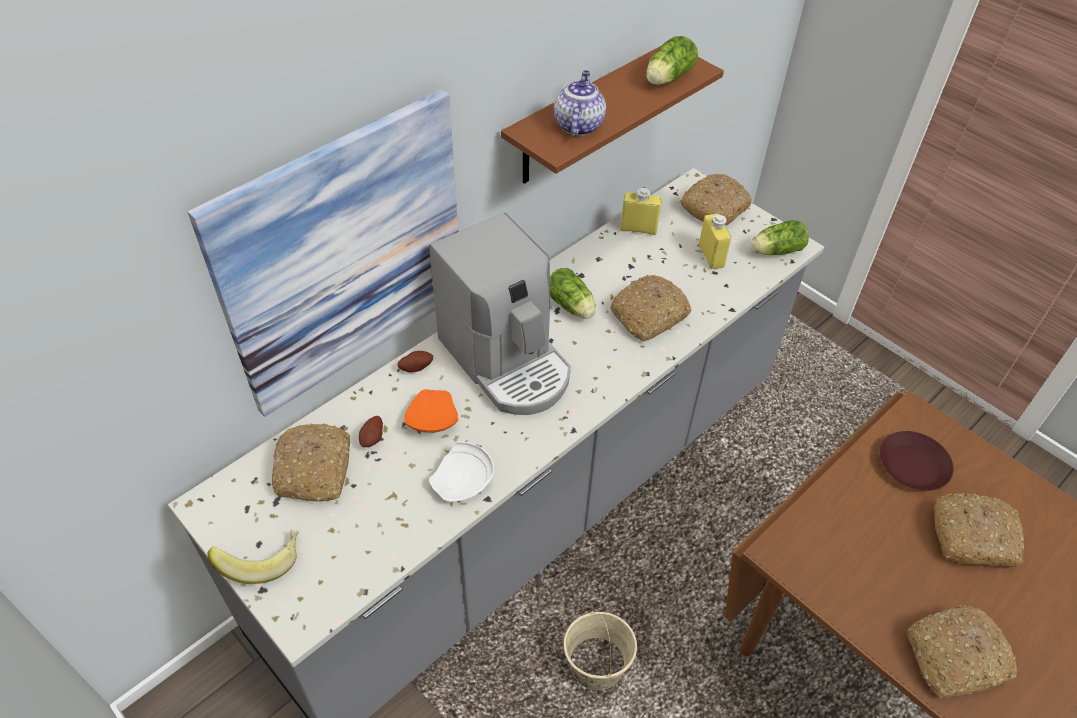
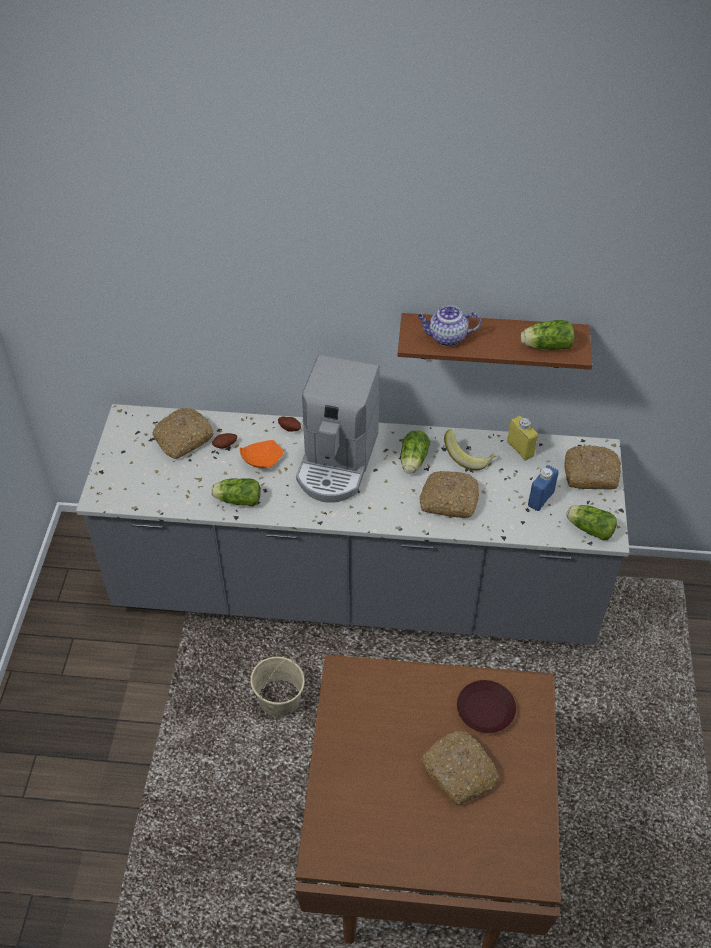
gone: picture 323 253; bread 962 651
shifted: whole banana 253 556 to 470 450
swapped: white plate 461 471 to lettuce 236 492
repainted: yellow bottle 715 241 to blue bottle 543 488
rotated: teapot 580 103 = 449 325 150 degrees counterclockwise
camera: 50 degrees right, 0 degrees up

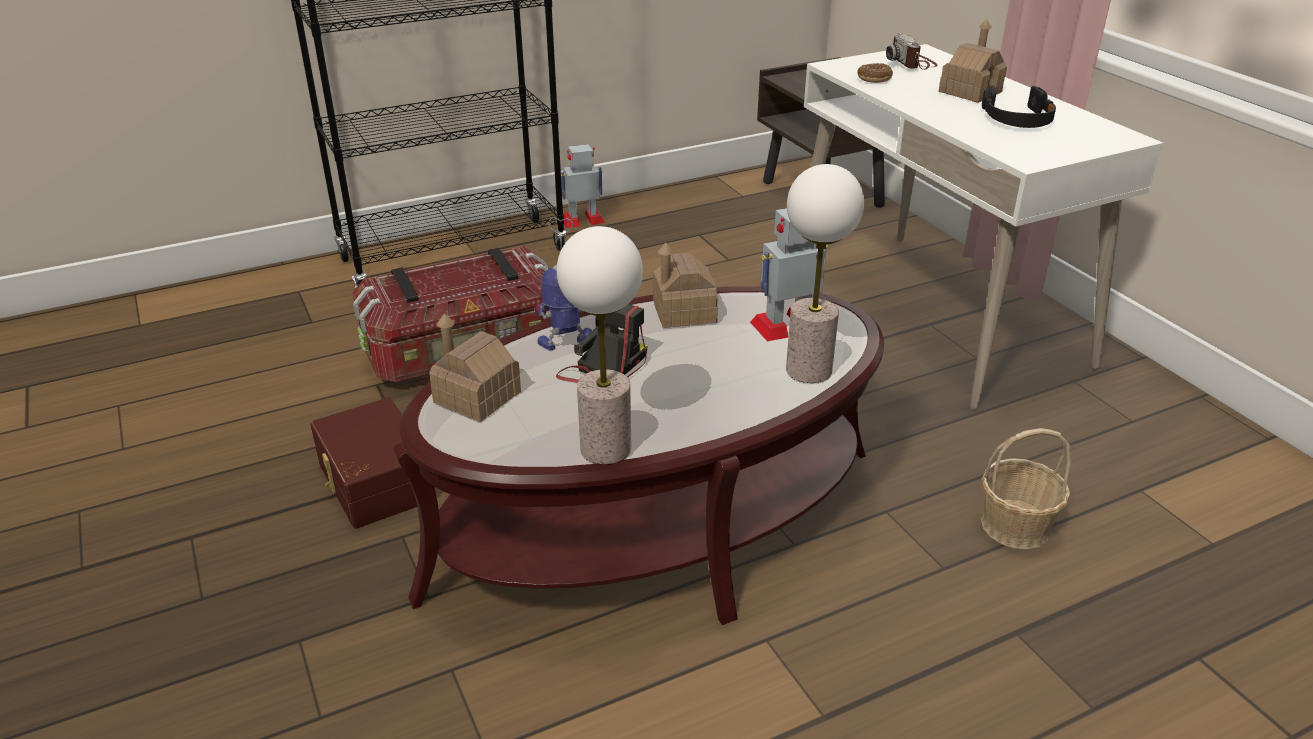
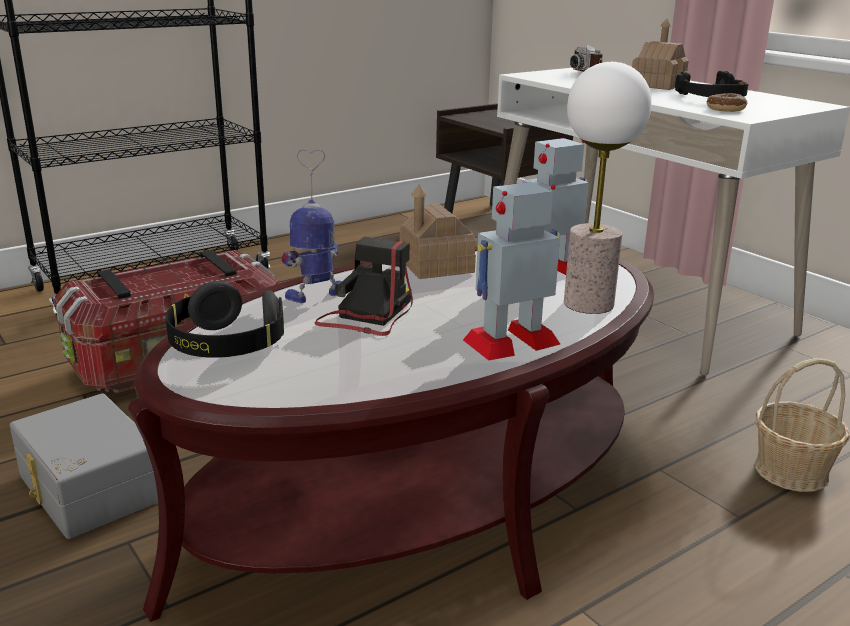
gone: tabletop lamp 600 345
shifted: model robot 583 186 to 511 271; ring doughnut 875 73 to 726 102
swapped: model house 475 367 to blackish headset 225 319
repainted: brown storage box 373 463 to gray storage box 84 466
camera: 10 degrees left, 10 degrees down

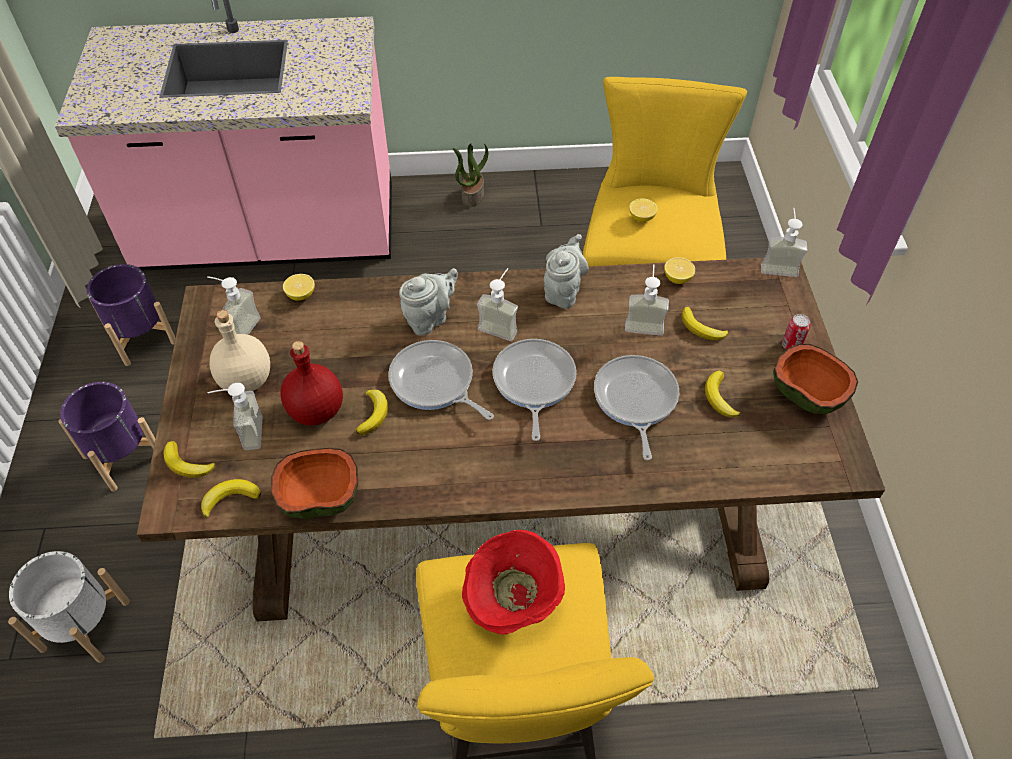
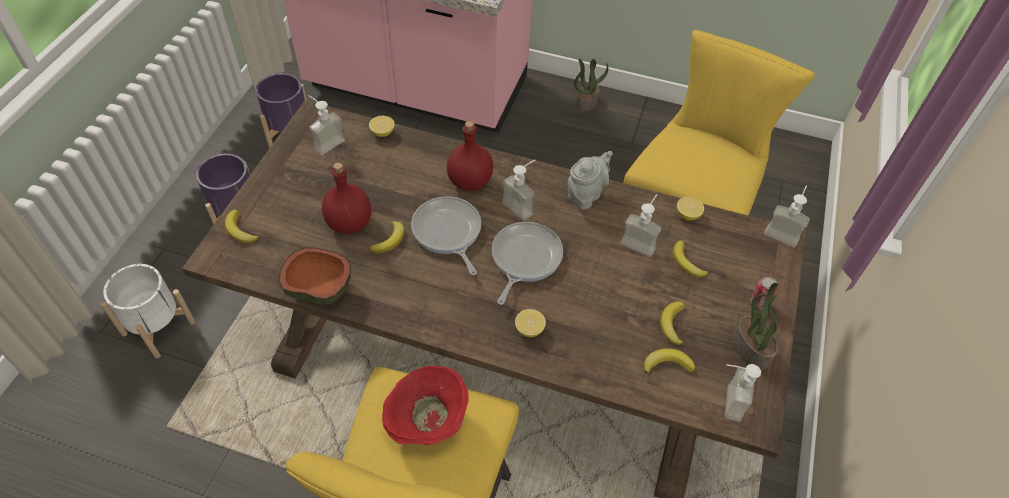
gone: beige-coloured bottle 239 350; skillet 636 407
shifted: whole banana 231 499 to 669 361; soap bottle 235 416 to 743 393; citrus fruit 643 210 to 530 323
swapped: gray teapot 428 302 to reddish bottle 470 156; bowl 815 379 to houseplant 755 326
camera: 20 degrees right, 0 degrees up

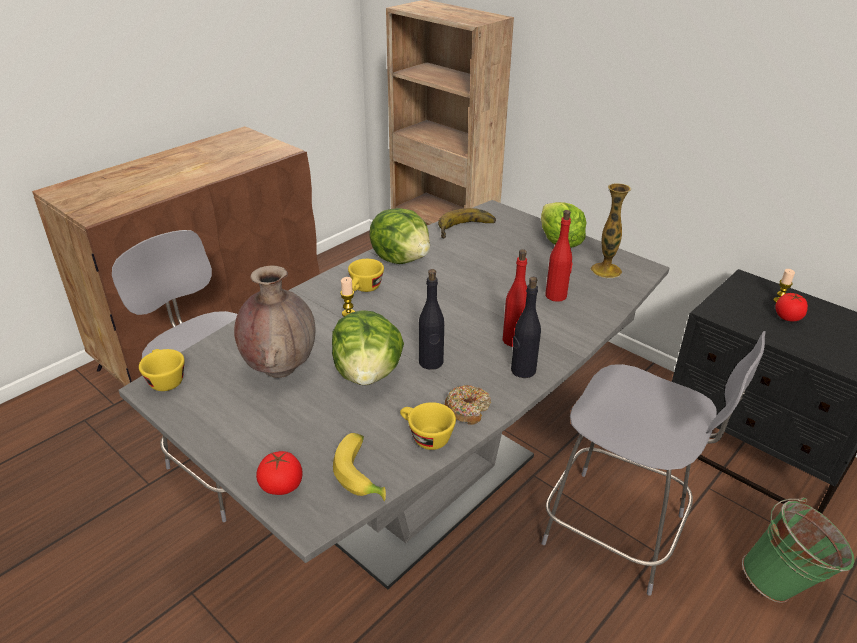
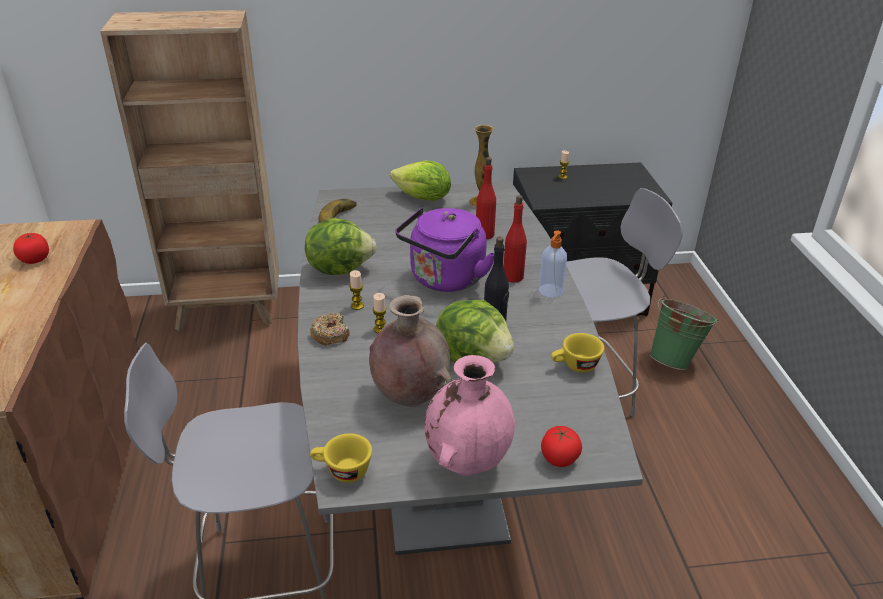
gone: whole banana 359 467
new: purplish kettle 445 249; pink decorative vase 470 415
shifted: ring doughnut 467 405 to 330 329; fresh tomato 791 307 to 31 248
swapped: yellow small cup 366 275 to wax light 356 290; blackish bottle 526 327 to soap bottle 553 264
camera: 50 degrees left, 0 degrees up

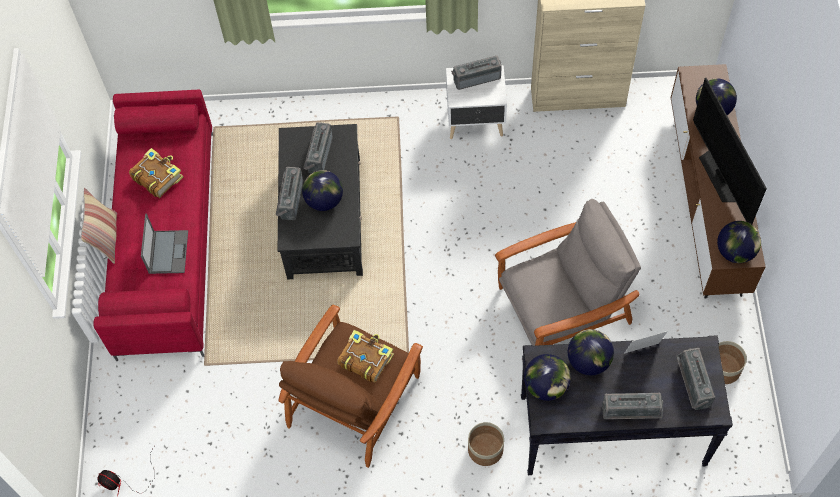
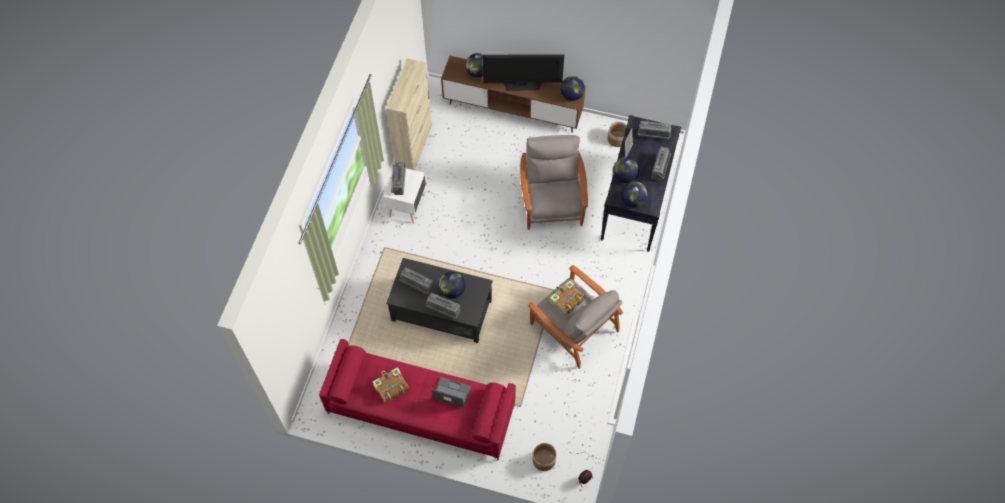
gone: pillow 99 226
shifted: plant pot 486 444 to 545 457
repainted: brown lounge chair 350 386 to gray lounge chair 575 317
camera: 75 degrees left, 0 degrees up

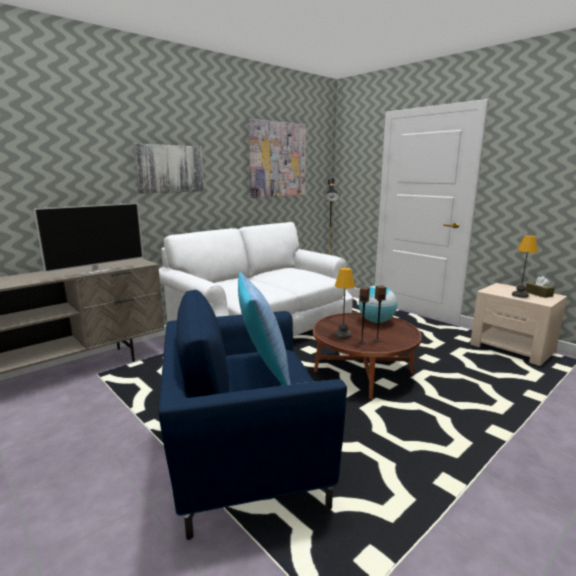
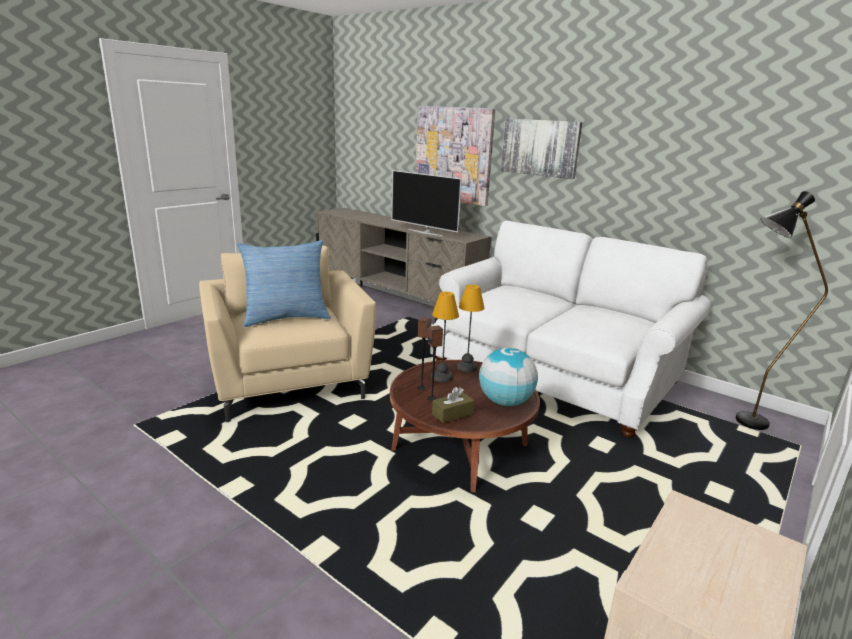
shifted: picture 277 158 to 455 156; tabletop lamp 525 266 to 470 329; brown tissue box 540 287 to 453 405
repainted: blue lounge chair 253 415 to beige-coloured lounge chair 287 333
camera: 80 degrees right, 5 degrees up

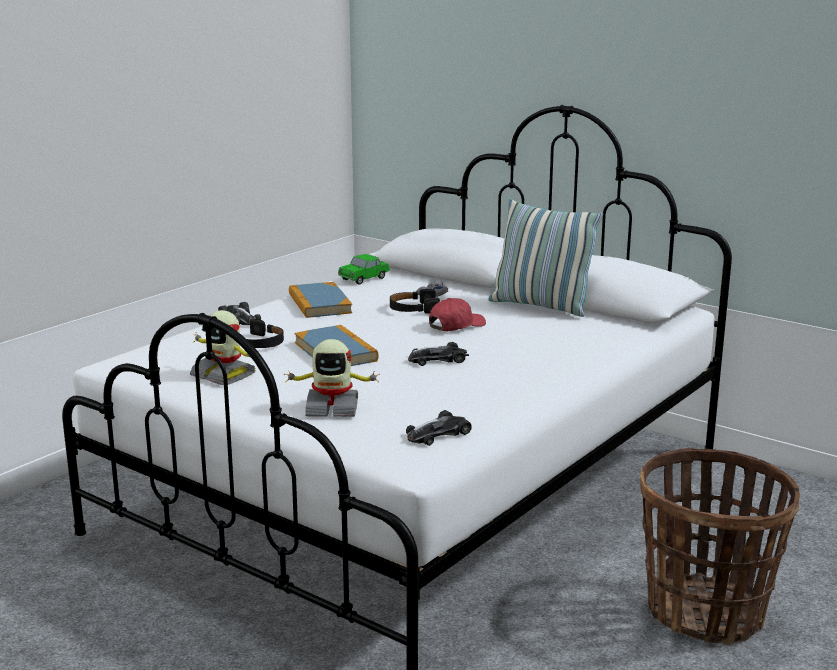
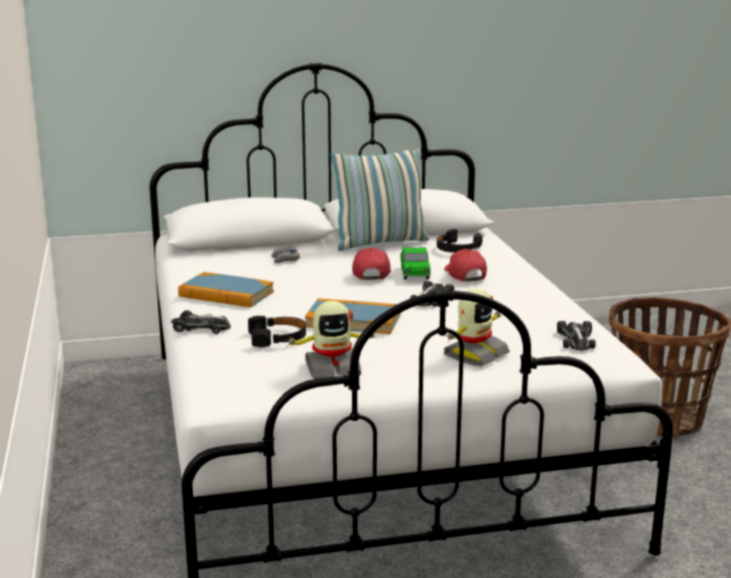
new: reddish peaked cap 465 265
shifted: model car 364 269 to 415 264; blackish headset 415 301 to 460 241
camera: 50 degrees left, 0 degrees up

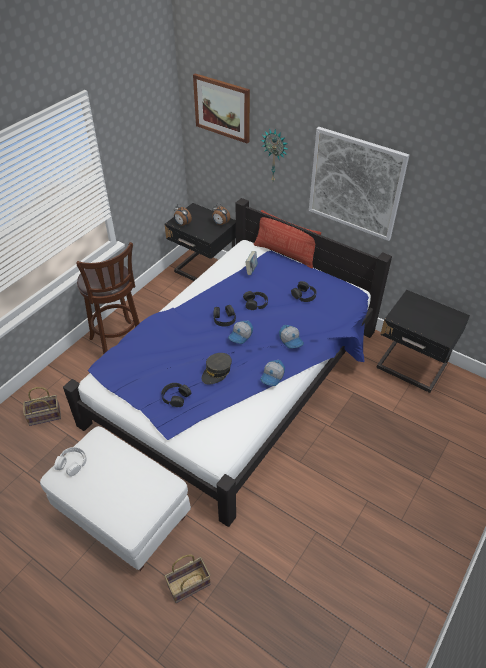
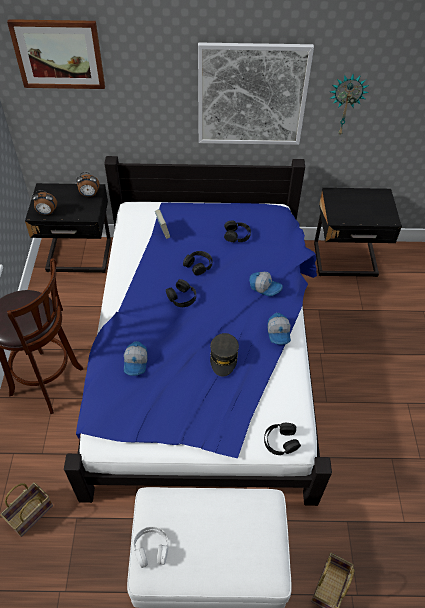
gone: pillow 287 239
shifted: blackish headset 176 395 to 282 439; peaked cap 240 332 to 136 358; wall clock 275 154 to 349 104
camera: 35 degrees left, 5 degrees up

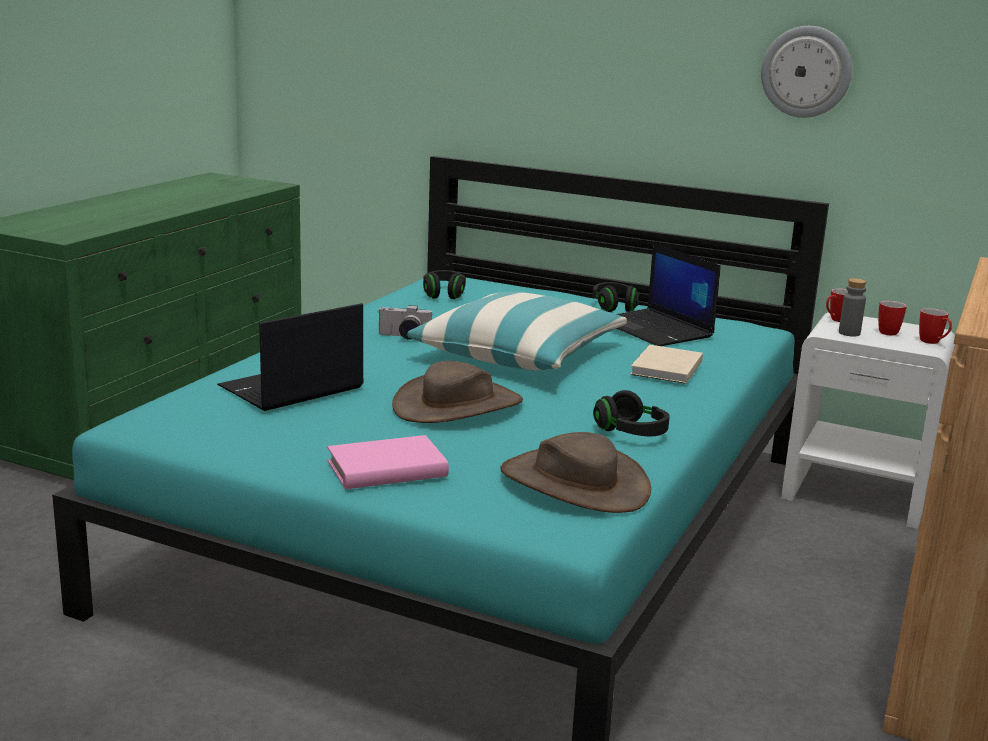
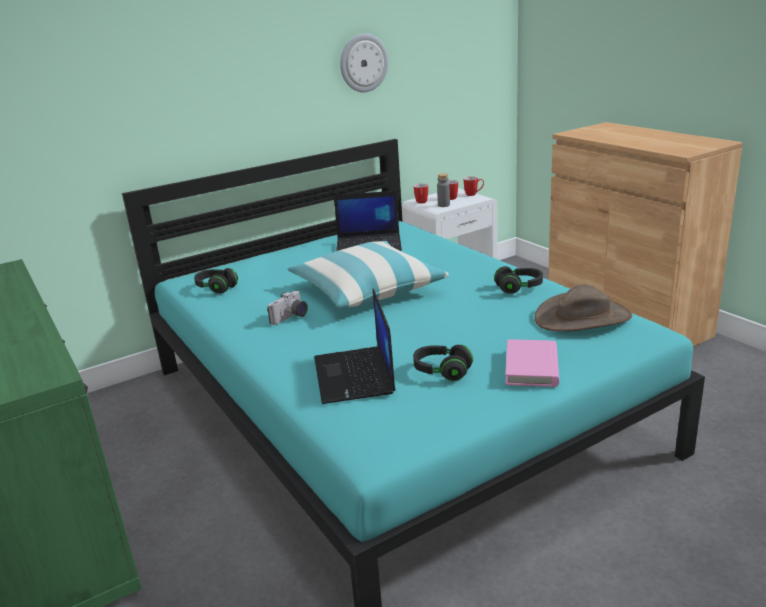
gone: brown clothing hat 457 392; beige-coloured bound book 666 364
shifted: blackish headset 616 297 to 443 363
camera: 55 degrees left, 5 degrees up

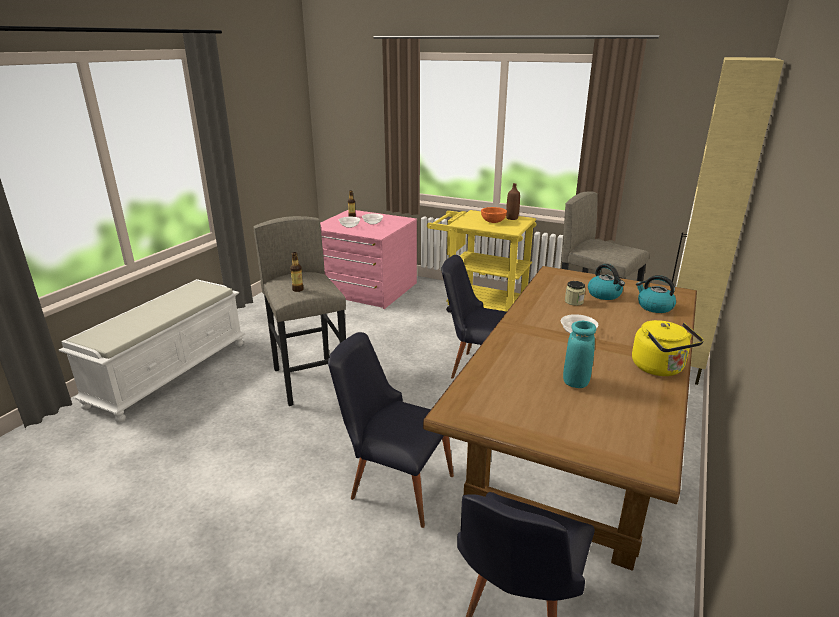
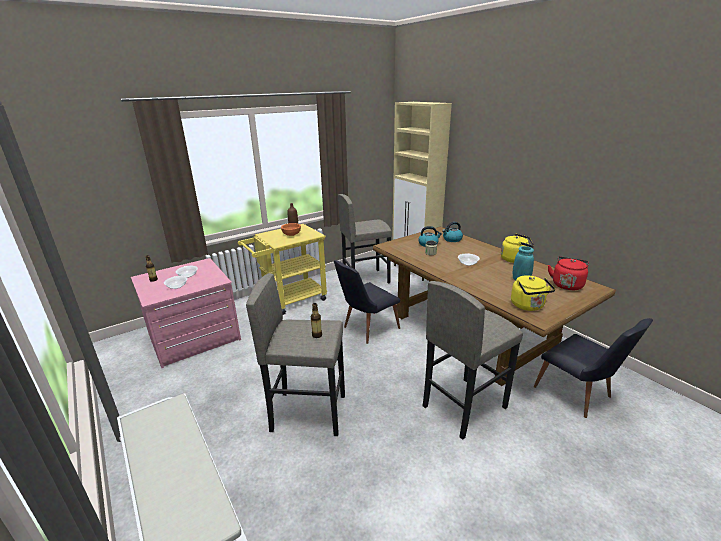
new: yellow kettle 533 293; reddish kettle 568 273
swapped: blackish upright chair 391 430 to gray stool 473 360
camera: 60 degrees left, 0 degrees up

